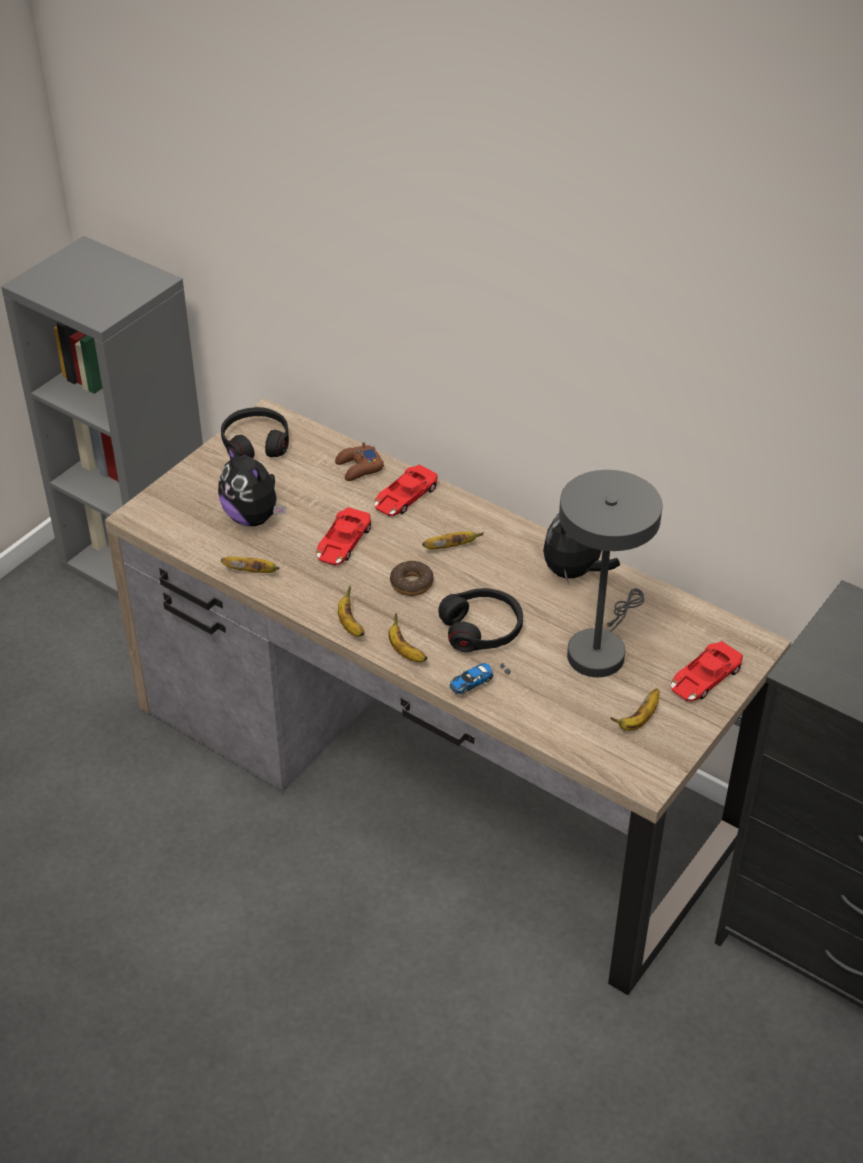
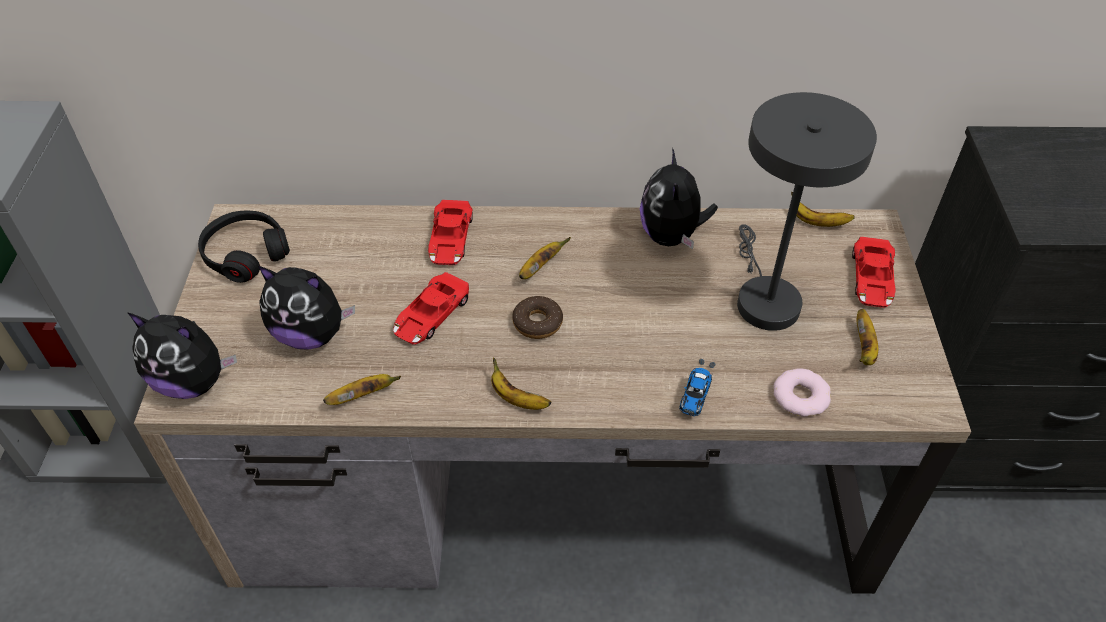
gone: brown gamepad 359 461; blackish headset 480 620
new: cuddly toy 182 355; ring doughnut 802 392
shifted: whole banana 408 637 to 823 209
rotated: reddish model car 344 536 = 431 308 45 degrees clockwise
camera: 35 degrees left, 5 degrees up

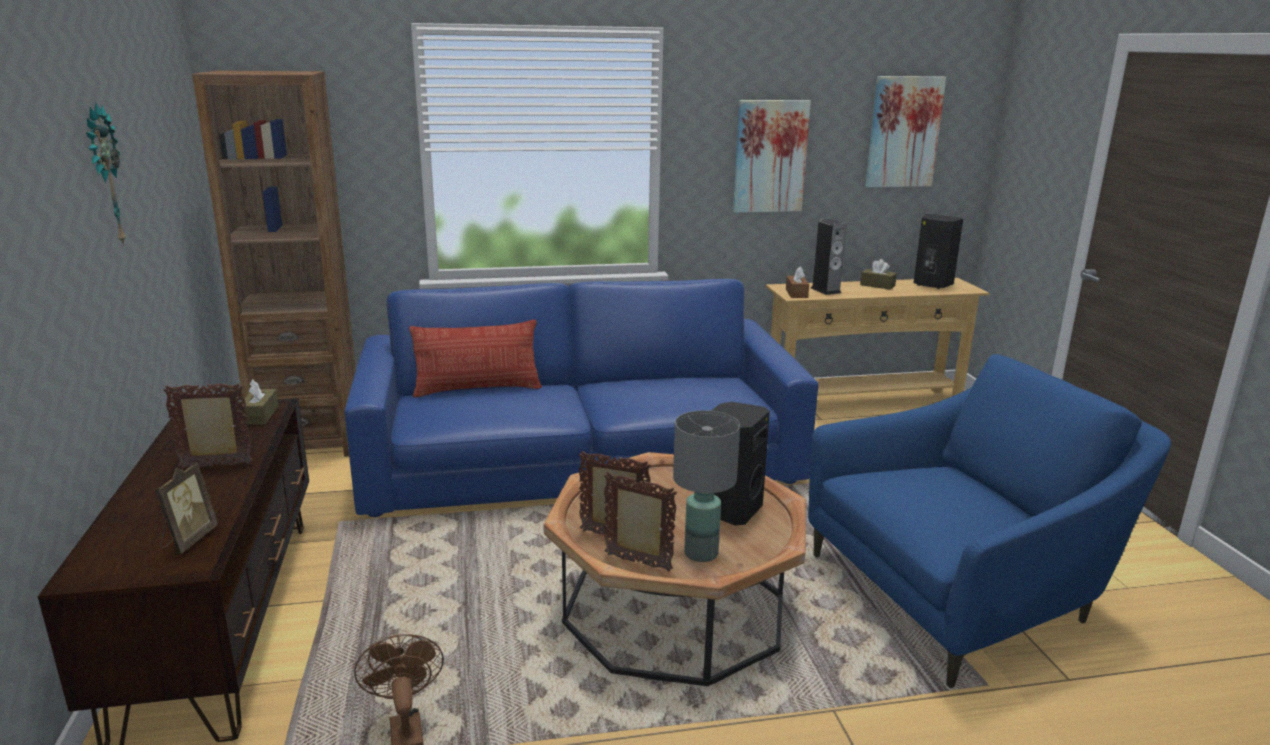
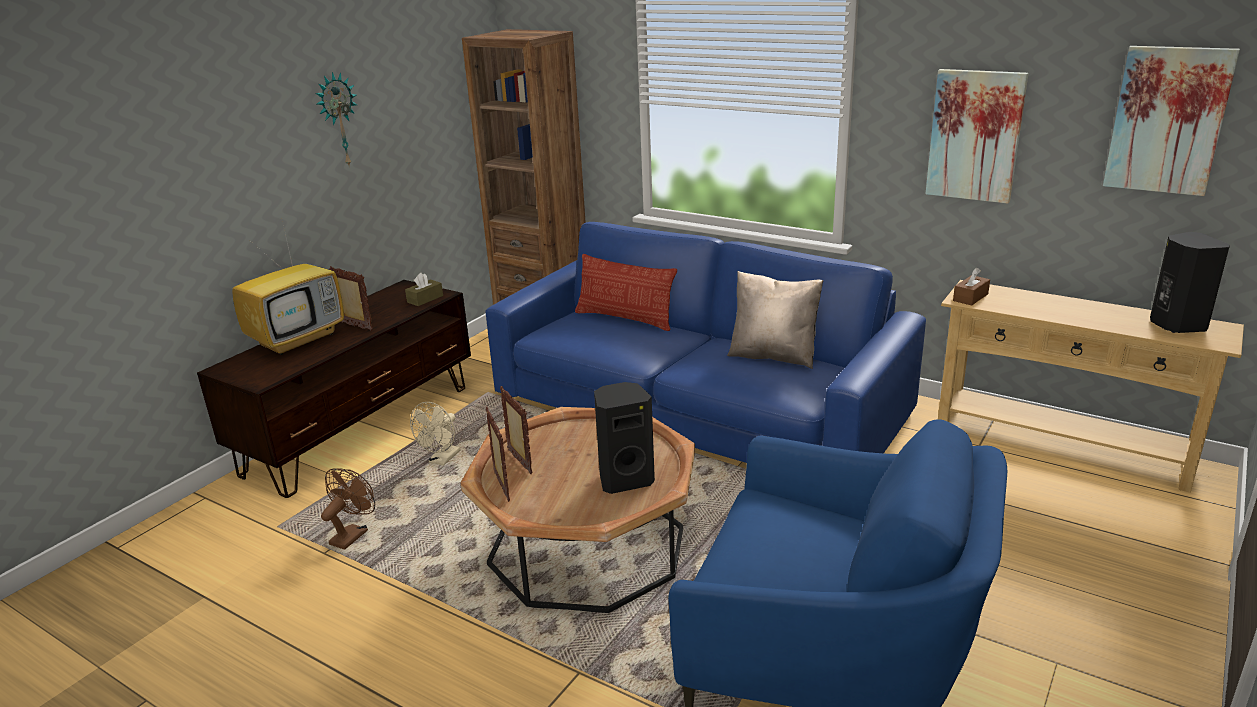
gone: picture frame 186 508; gray tabletop lamp 706 486; speaker 828 257; brown tissue box 878 274
new: TV set 288 290; beige-coloured fan 435 434; beige-coloured pillow 775 320
camera: 45 degrees right, 5 degrees up

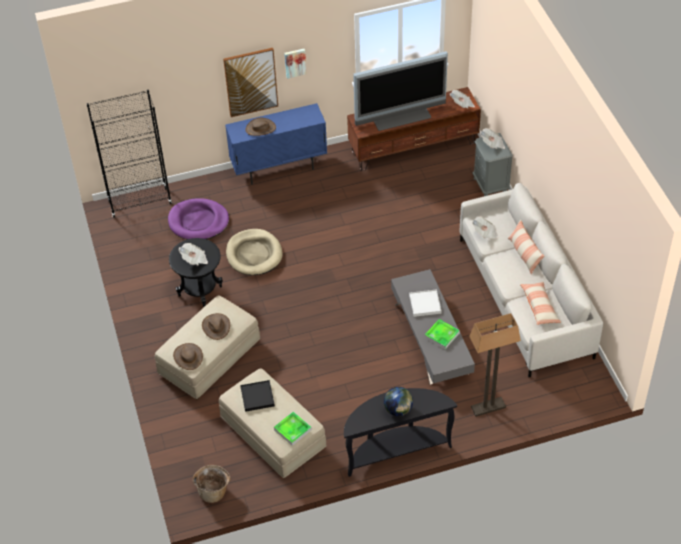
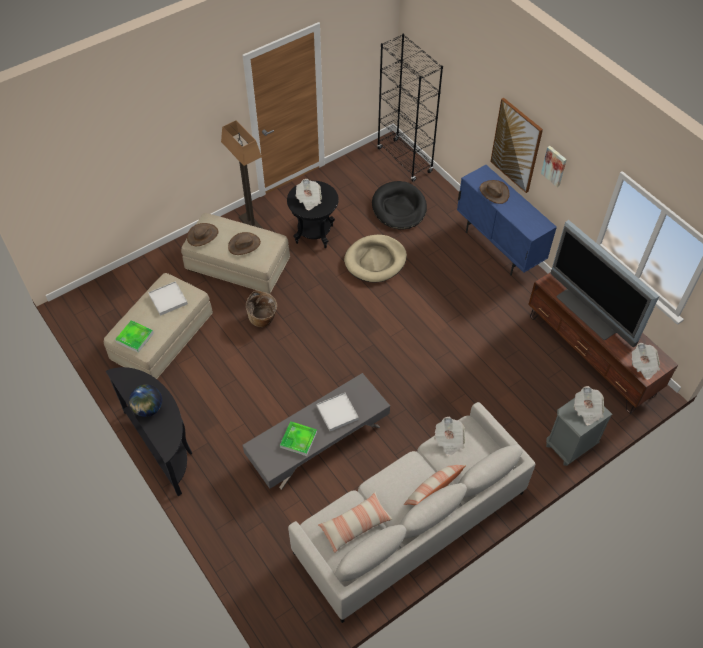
shifted: basket 211 484 to 261 309; floor lamp 495 365 to 242 175
repainted: purplish dog bed 198 218 to blackish dog bed 399 205; blackish serving tray 257 396 to white serving tray 168 298
camera: 70 degrees right, 5 degrees up

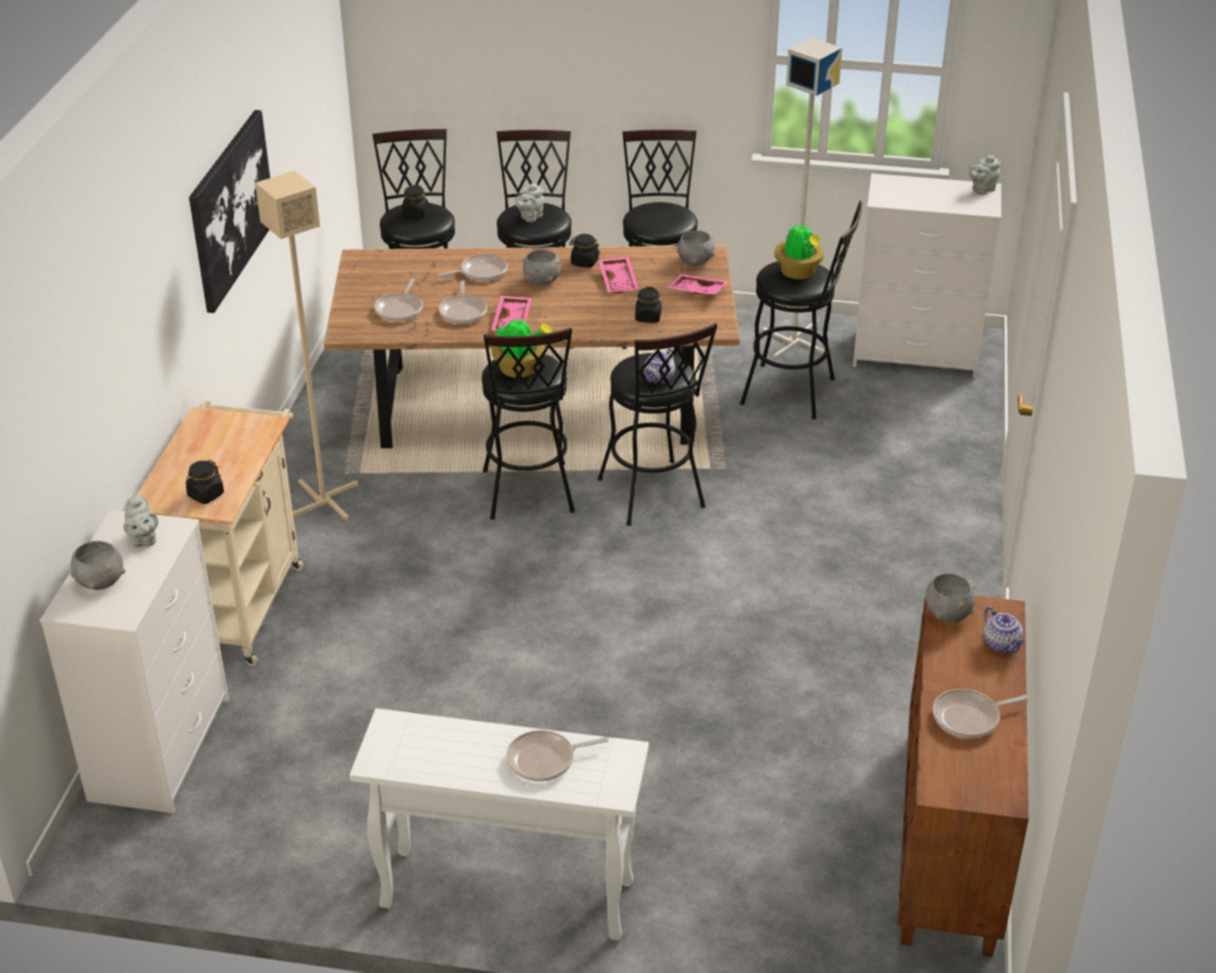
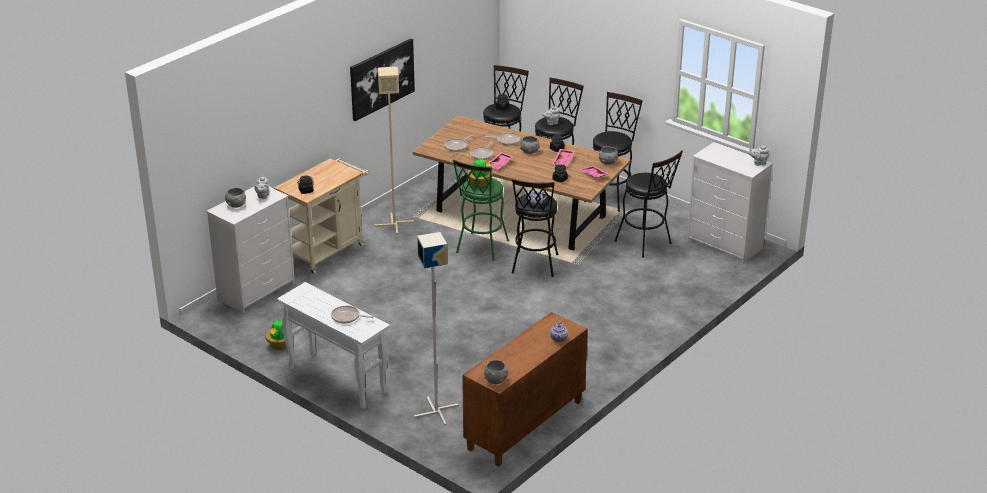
gone: skillet 981 713
shifted: gray floor lamp 802 198 to 436 329; houseplant 799 250 to 276 334; gray bowl 950 598 to 496 372
repainted: blackish stool 528 424 to green stool 481 210
camera: 30 degrees right, 5 degrees down

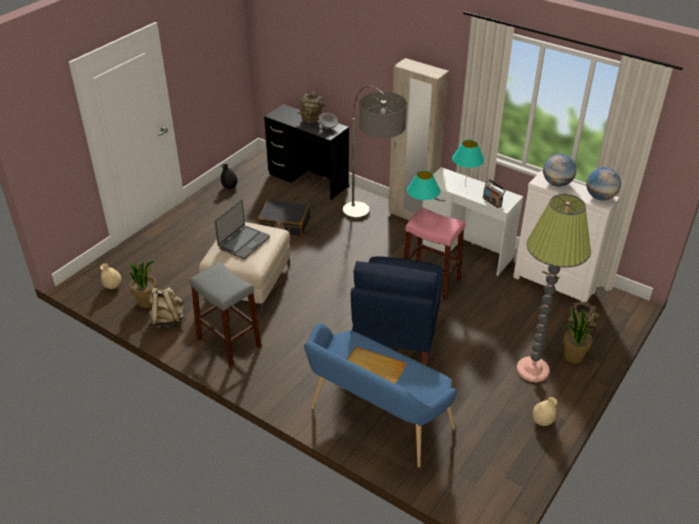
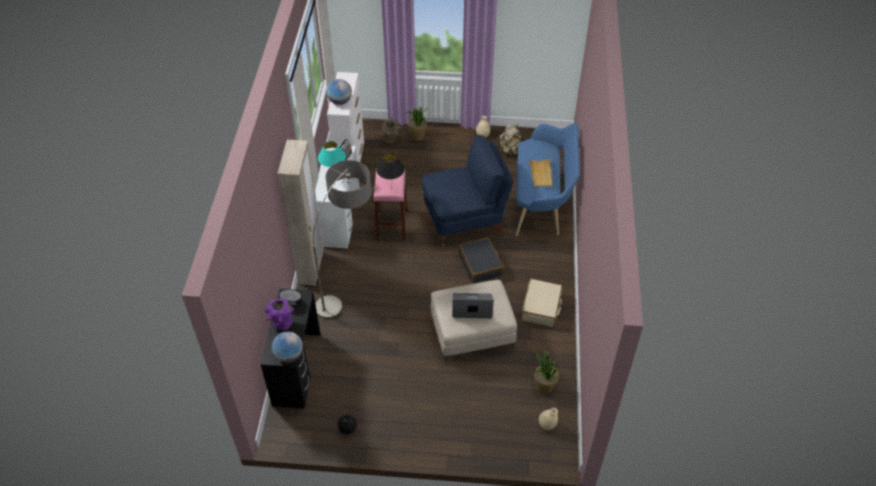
gone: floor lamp 554 288
shifted: beige-coloured backpack 167 307 to 512 139; blackish suitcase 284 218 to 481 260; world globe 603 183 to 287 347
swapped: gray stool 226 314 to beige-coloured suitcase 542 303
repainted: brown decorative vase 311 107 to purplish decorative vase 279 314; blue-green tabletop lamp 423 194 to blackish tabletop lamp 390 171
camera: 120 degrees left, 10 degrees up

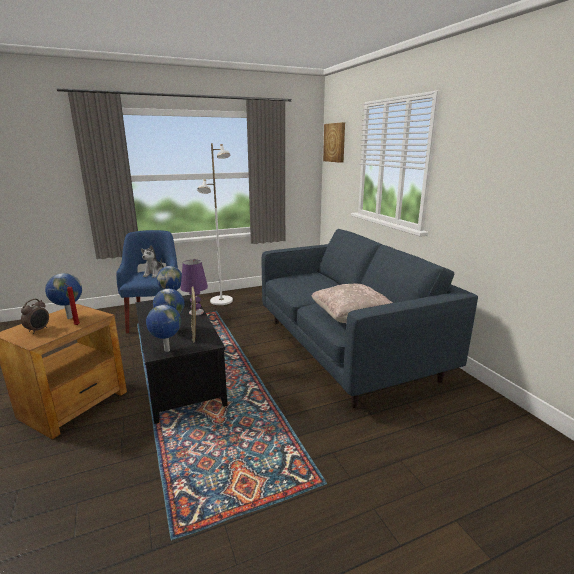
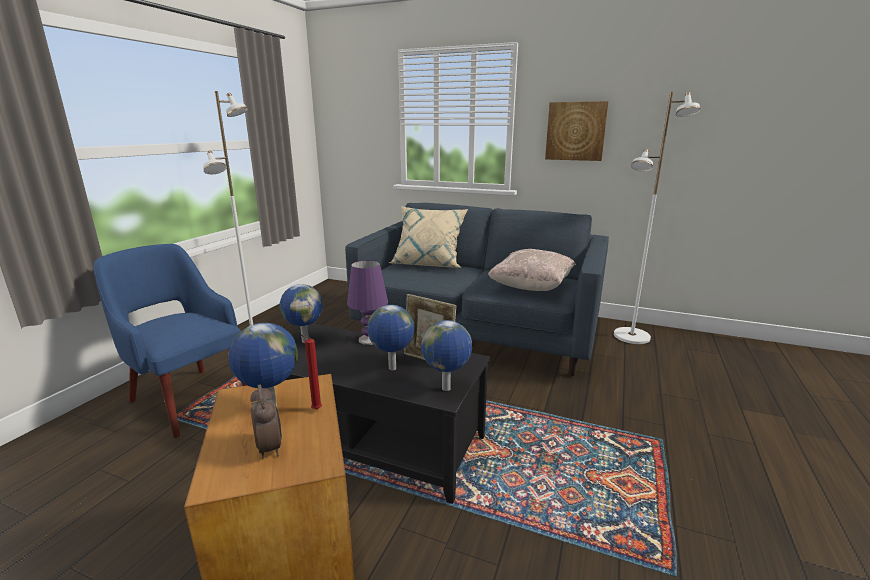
gone: cuddly toy 152 261
new: beige-coloured pillow 428 237; white floor lamp 657 218
shifted: picture 334 142 to 577 131
camera: 45 degrees left, 0 degrees up

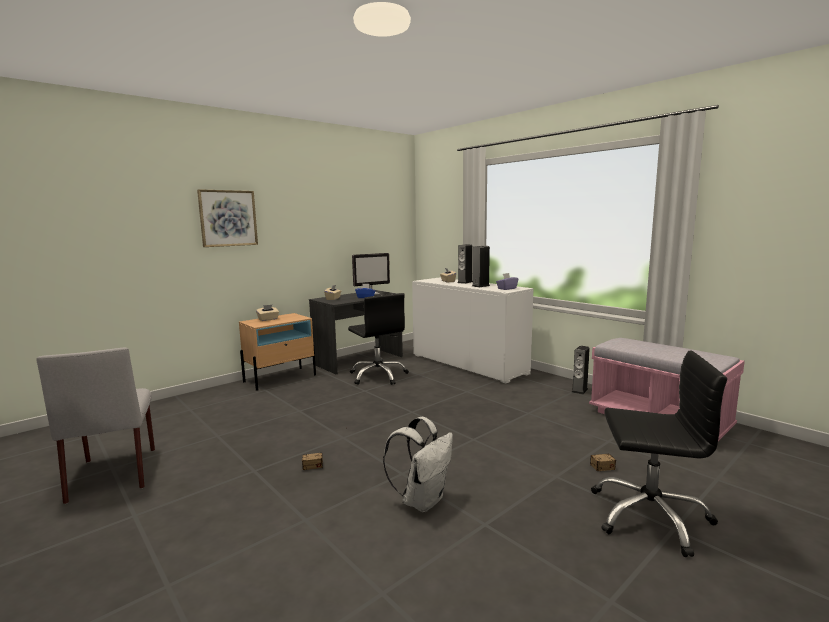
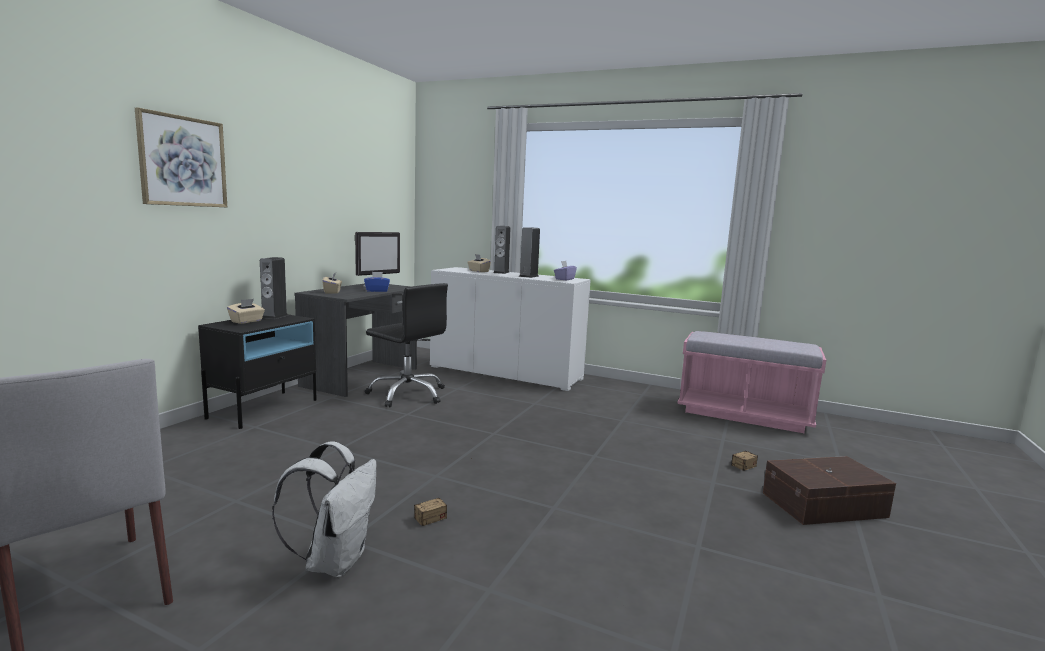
shifted: white backpack 418 464 to 324 509; speaker 581 370 to 274 288
swapped: blackish office chair 659 454 to brown storage box 829 490
repainted: beige-coloured bedside table 277 352 to blackish bedside table 257 372
camera: 25 degrees left, 0 degrees up

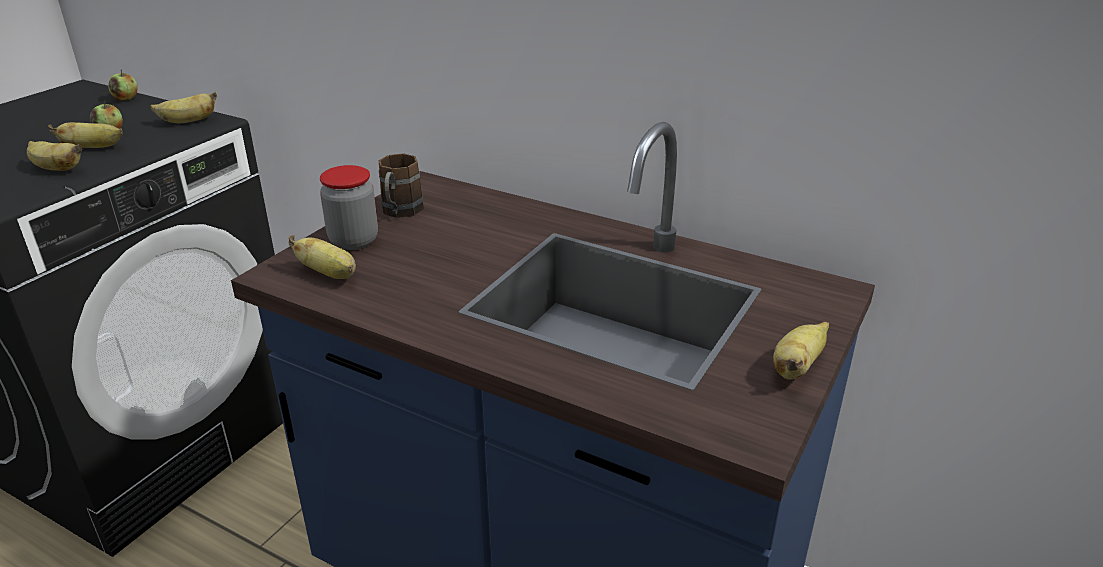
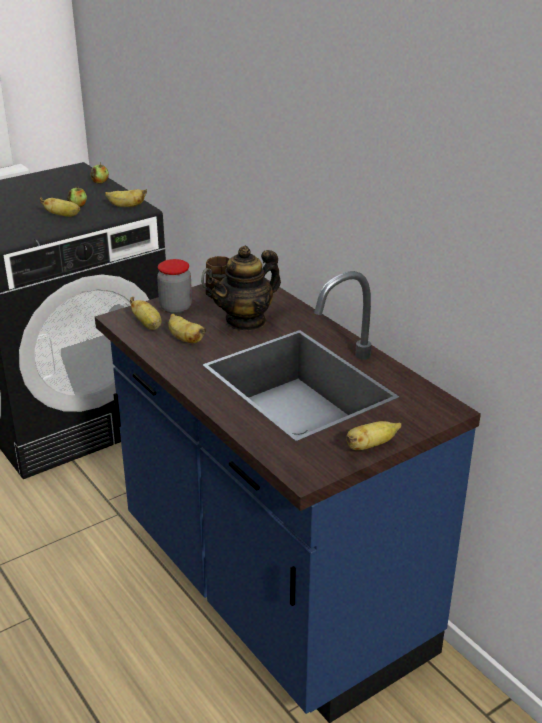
new: teapot 244 288
shifted: whole banana 54 156 to 187 328
camera: 25 degrees right, 0 degrees up

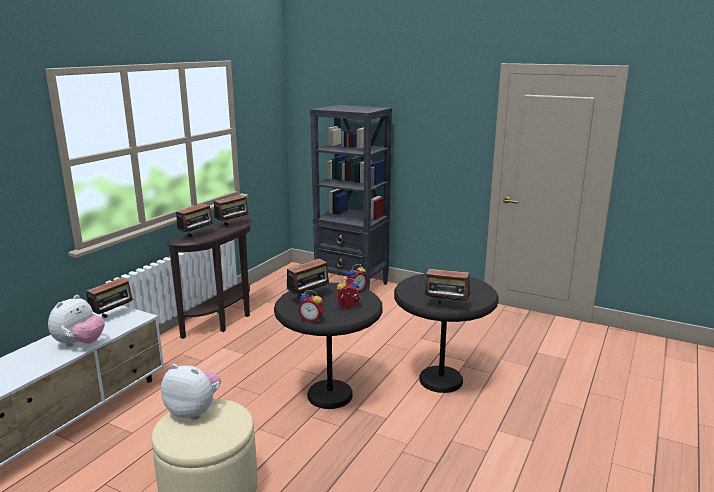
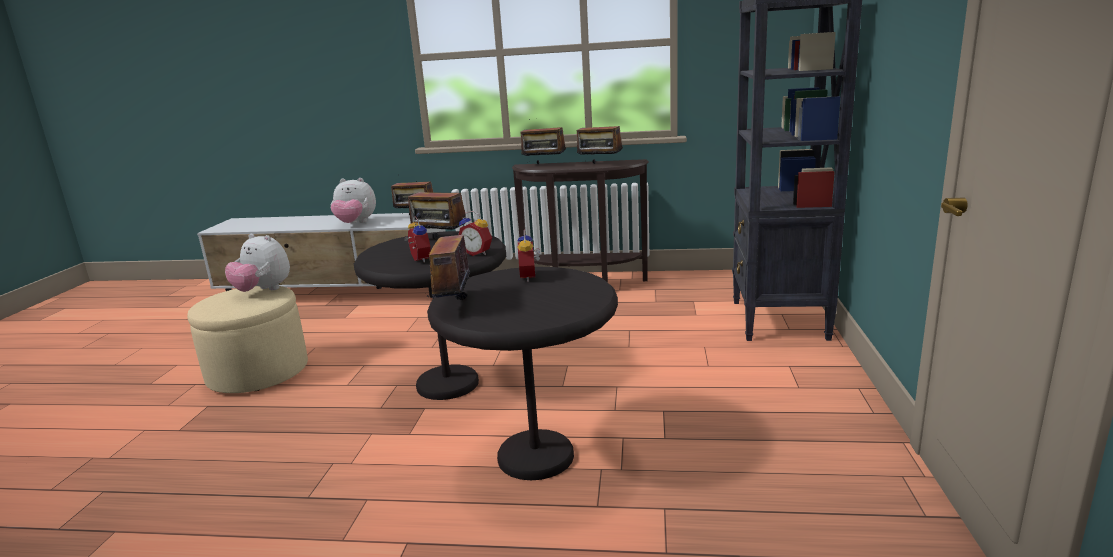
shifted: bedside clock 311 306 to 528 256
rotated: cuddly toy 191 392 = 257 263 120 degrees clockwise
camera: 70 degrees right, 0 degrees up

